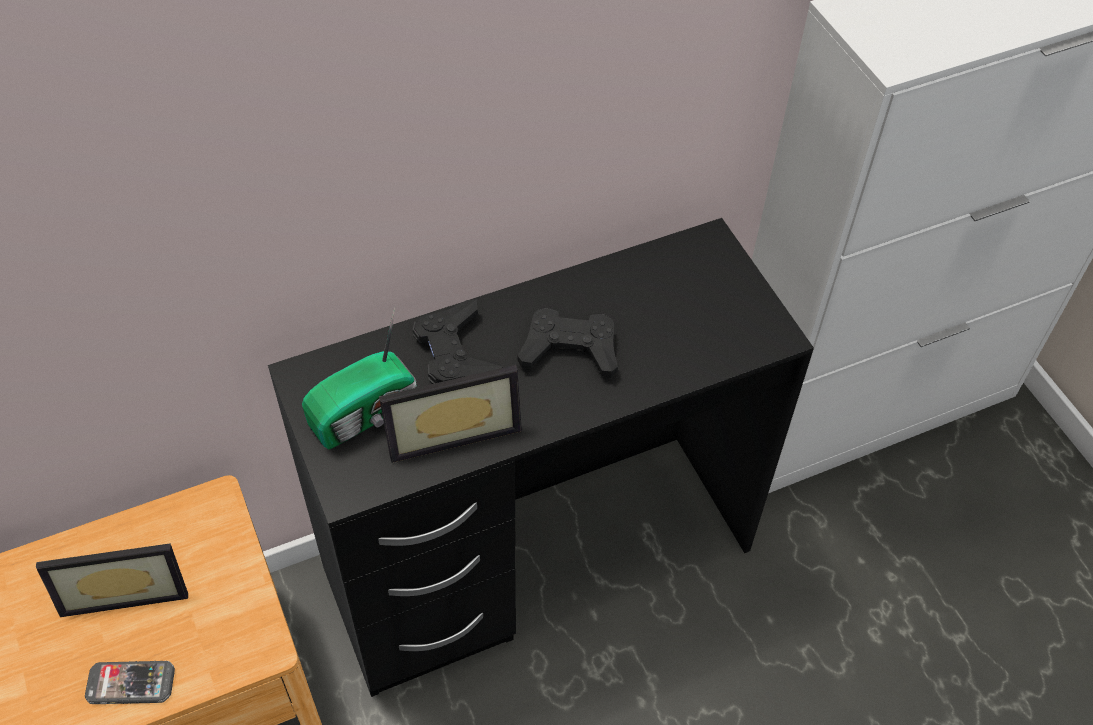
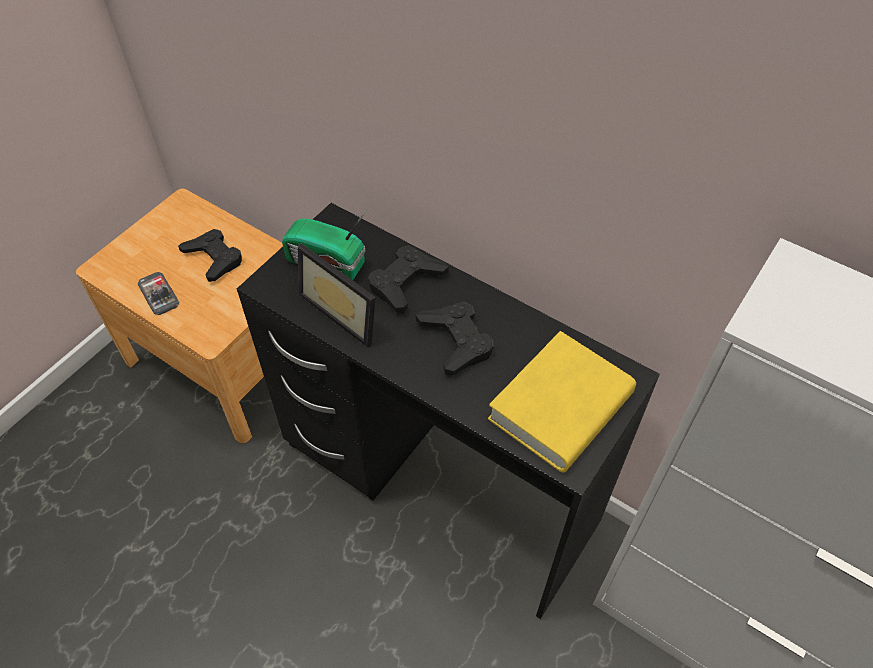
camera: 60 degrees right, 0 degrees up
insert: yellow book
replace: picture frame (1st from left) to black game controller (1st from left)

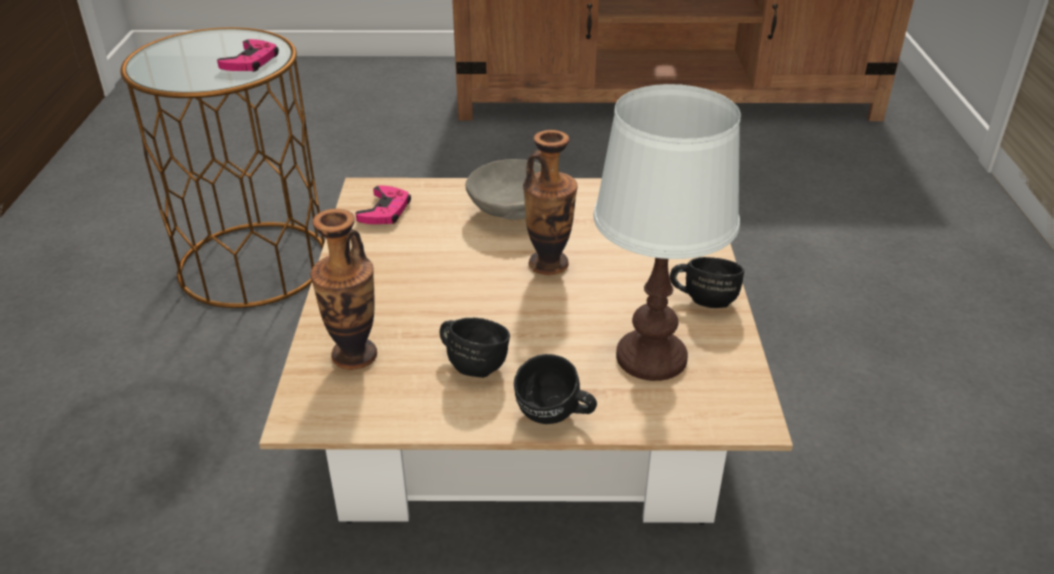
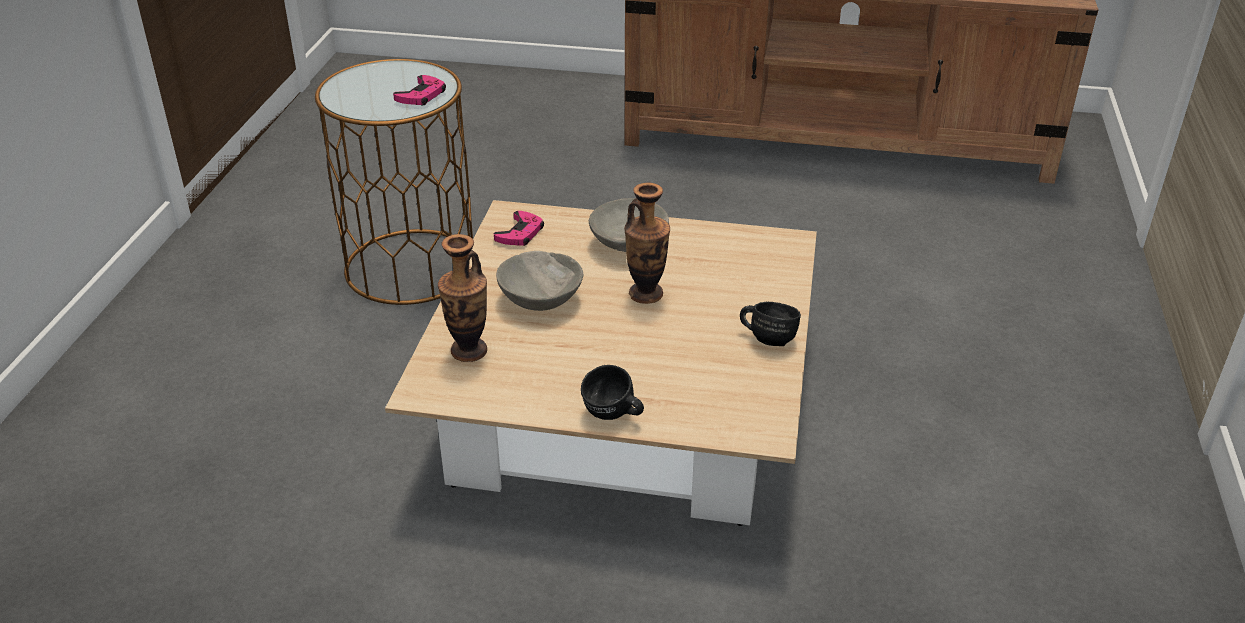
camera: 10 degrees right, 0 degrees up
delete: white table lamp; black mug (1st from left)
insert: grey bowl (1st from left)

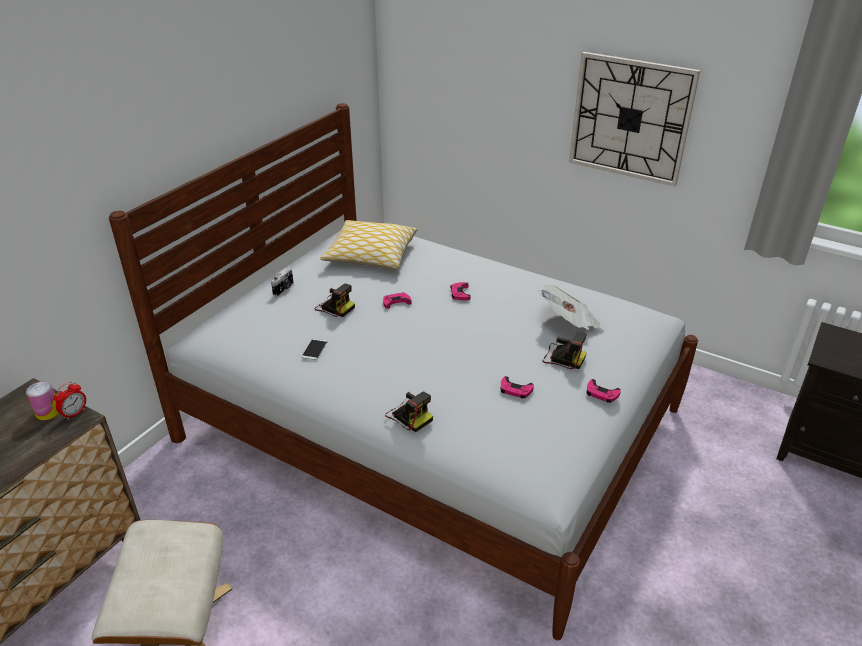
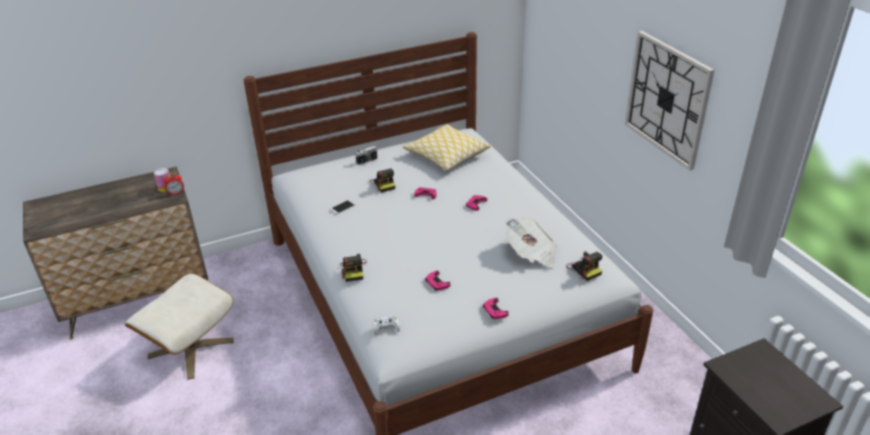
camera: 35 degrees right, 0 degrees up
insert: white game controller
move: photo camera (4th from left)

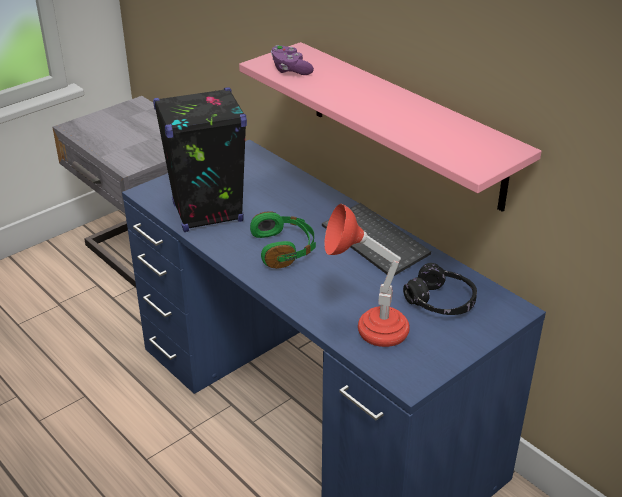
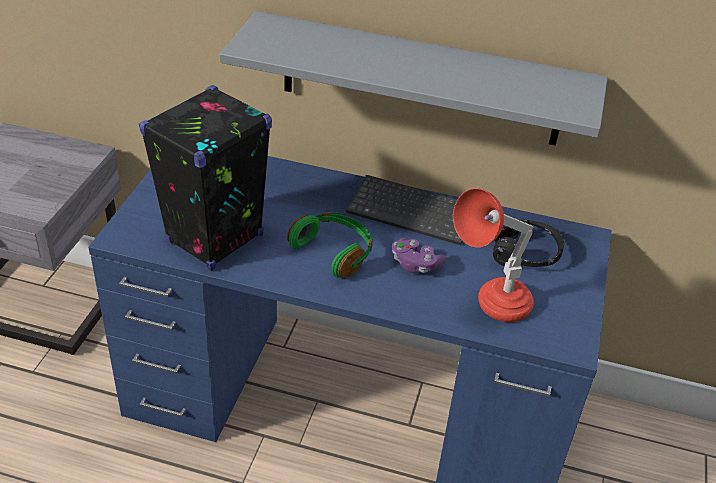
camera: 35 degrees left, 5 degrees up
move: purple game controller
recolor: pink shelf to grey shelf

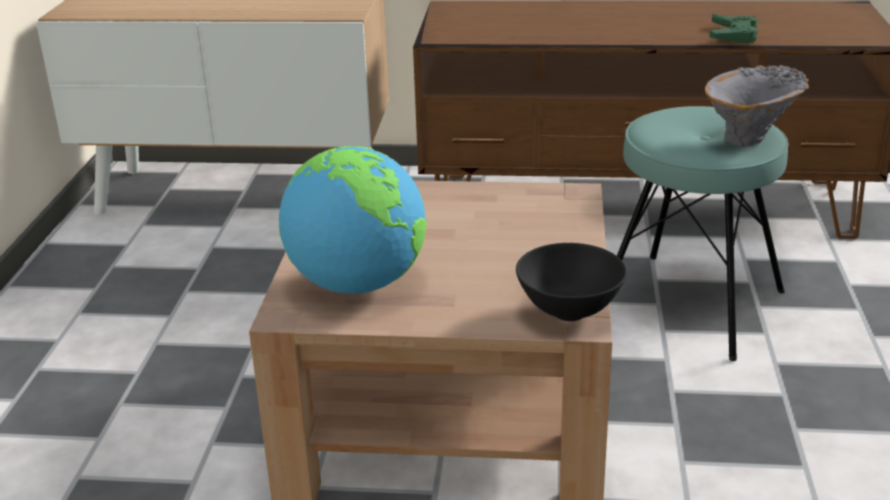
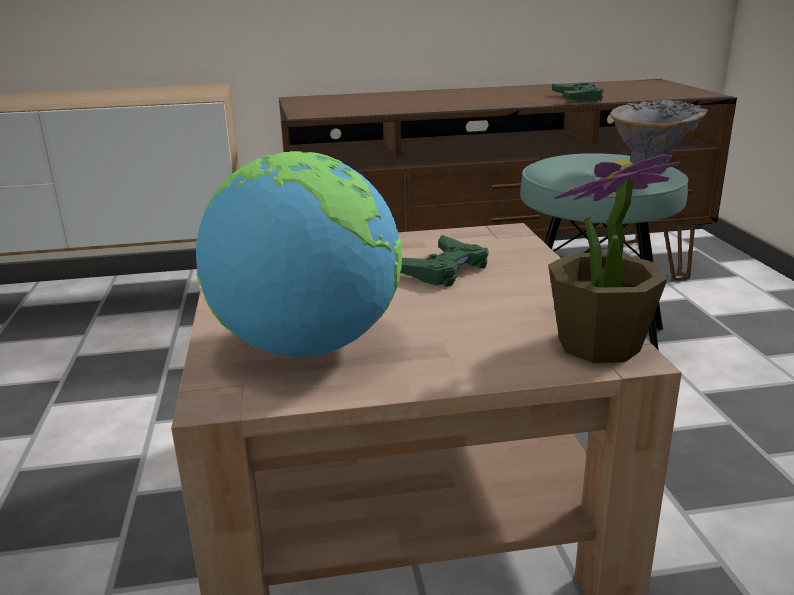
camera: 15 degrees left, 5 degrees down
insert: green game controller (1st from left)
replace: black bowl to potted plant

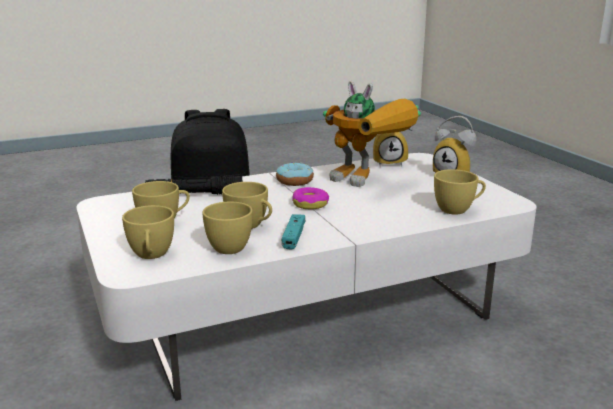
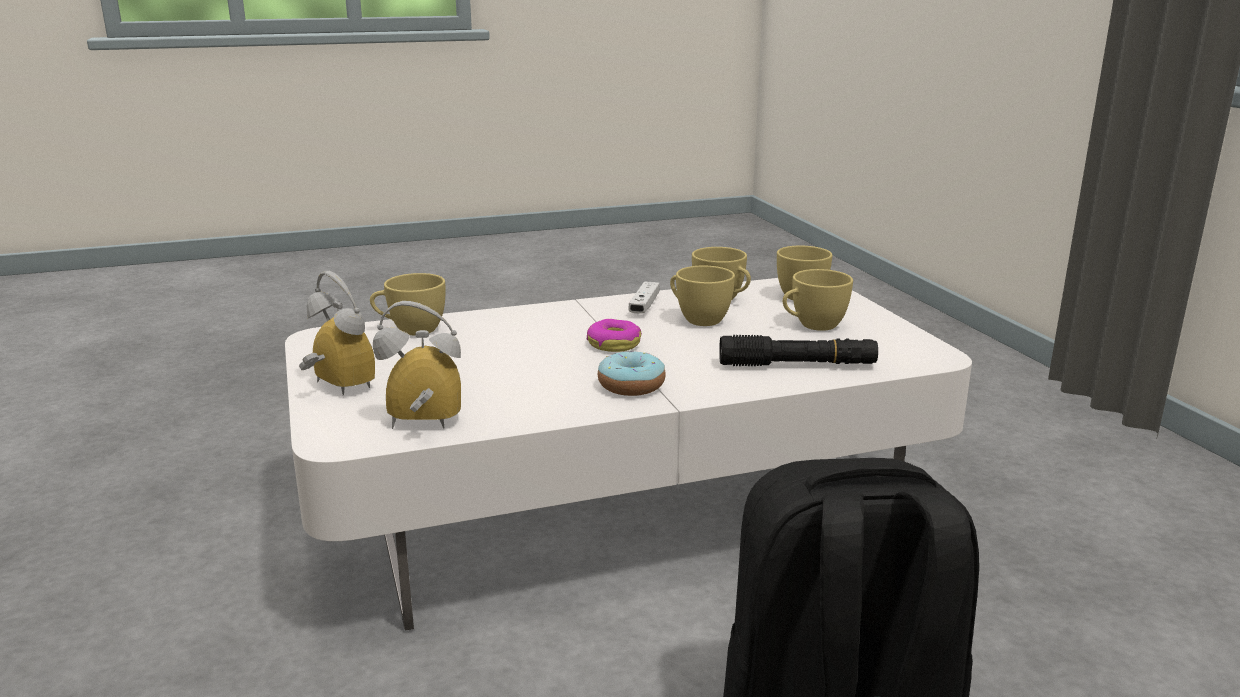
camera: 175 degrees left, 0 degrees up
delete: toy robot
recolor: turquoise game controller to white game controller

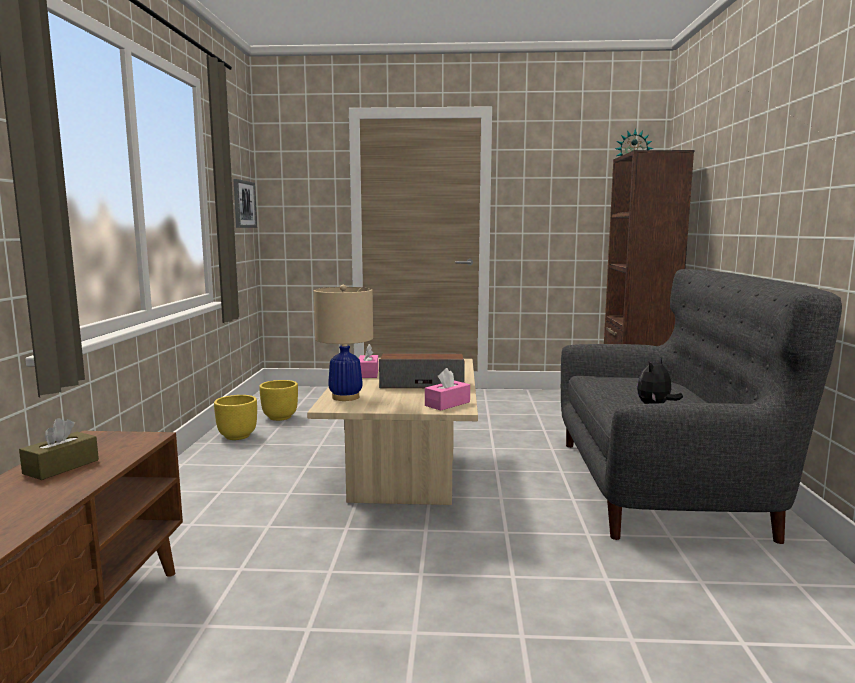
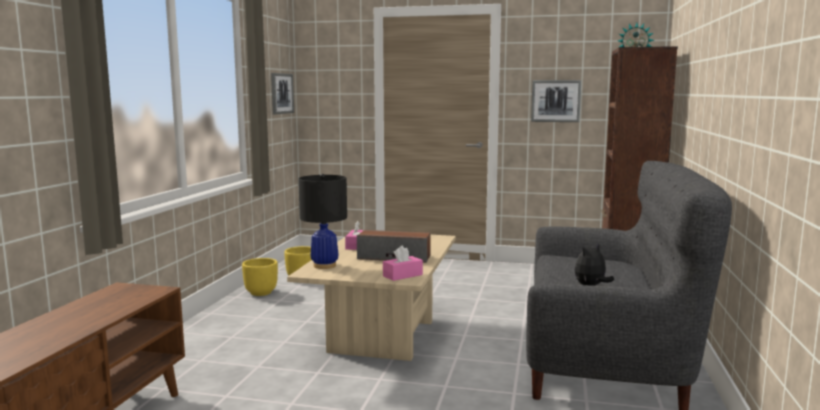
camera: 10 degrees right, 0 degrees up
delete: brown tissue box
insert: picture (2nd from left)
recolor: beige table lamp to black table lamp

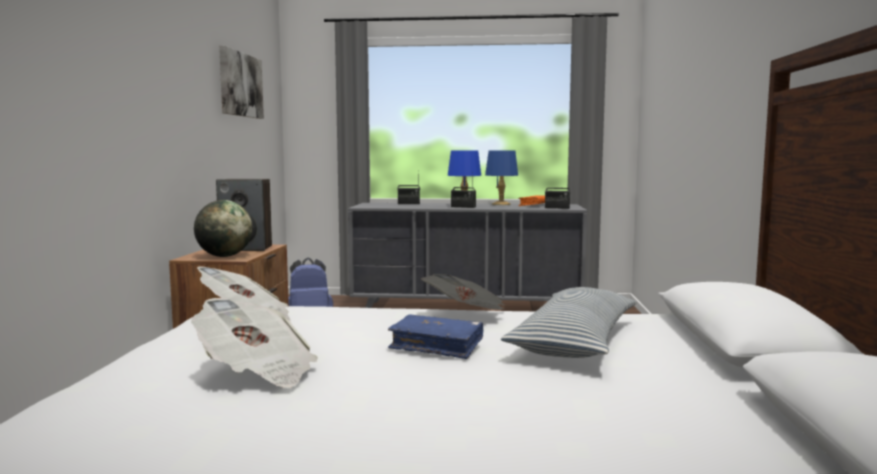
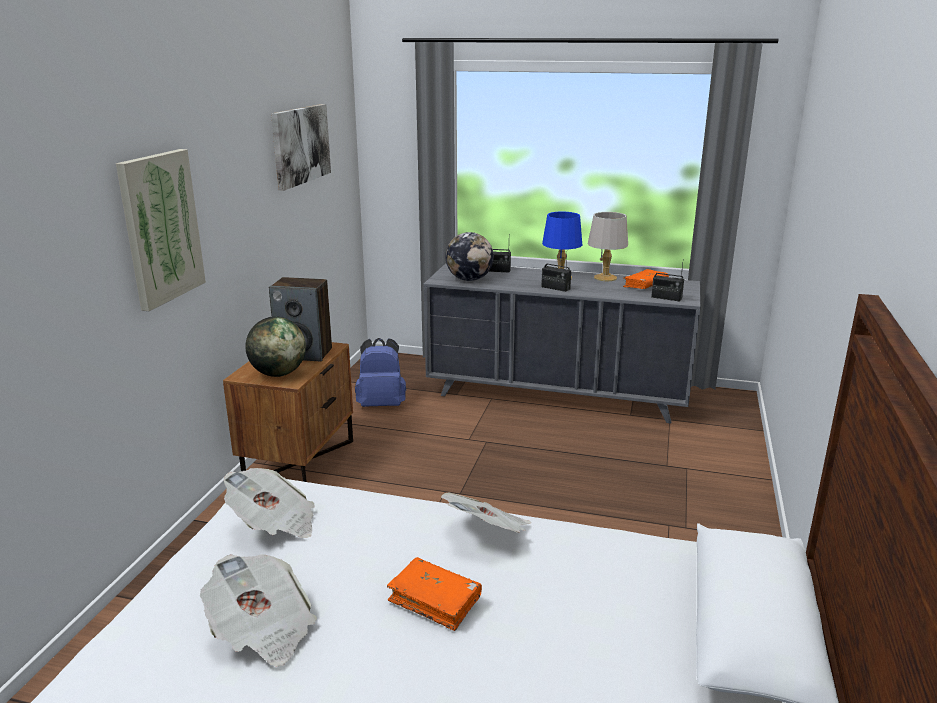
camera: 10 degrees right, 15 degrees up
delete: pillow
insert: picture (1st from left); globe (2nd from left)
recolor: blue table lamp (2nd from left) to grey table lamp; blue book to orange book (1st from left)

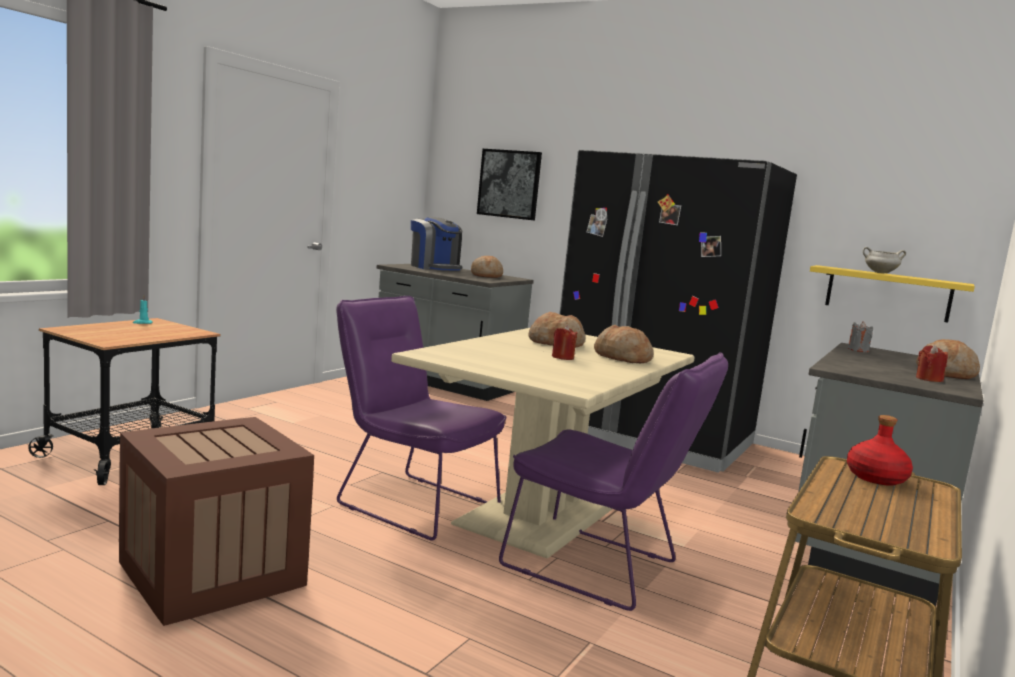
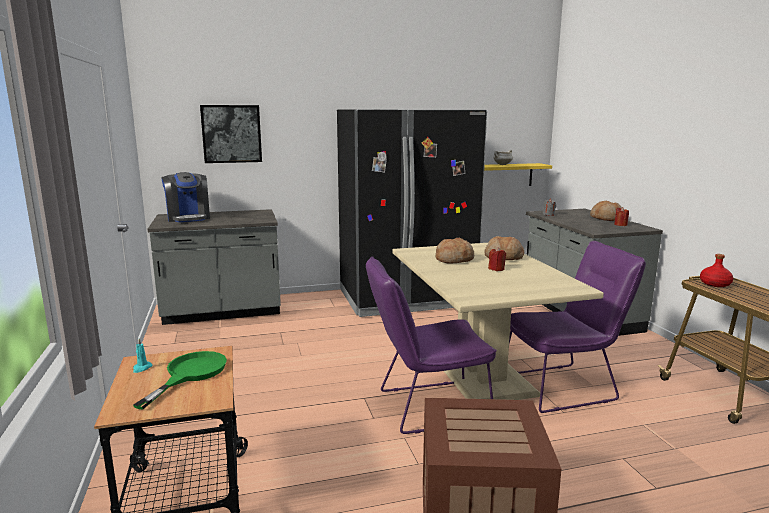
camera: 45 degrees left, 5 degrees up
delete: bread (1st from left)
insert: green frying pan
rotate: coffee machine 60 degrees clockwise

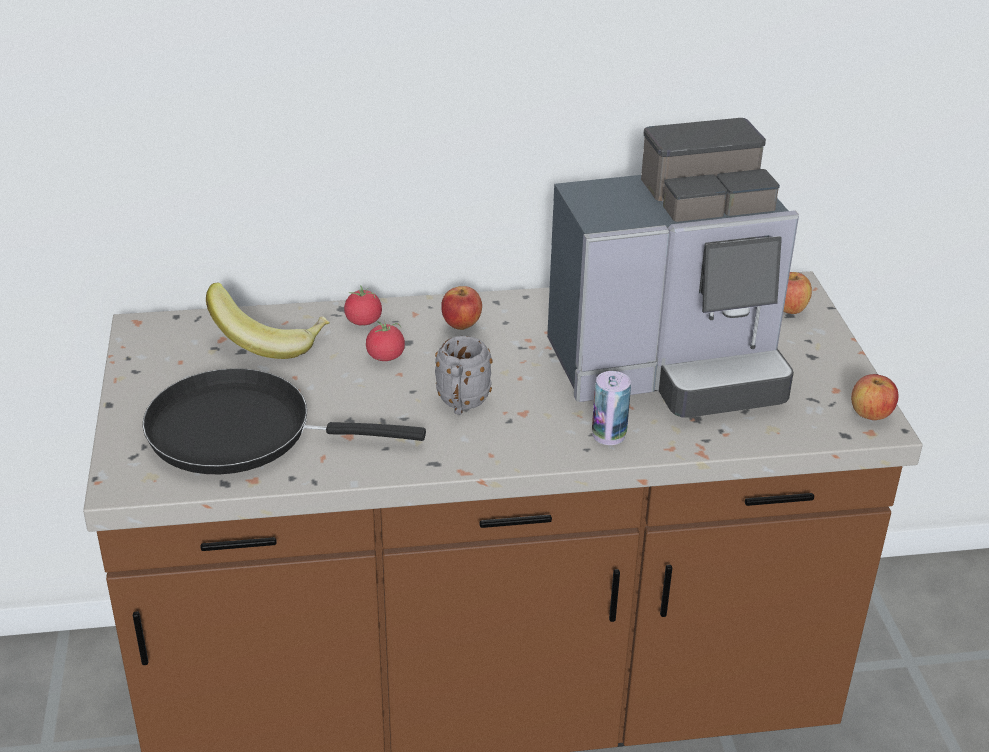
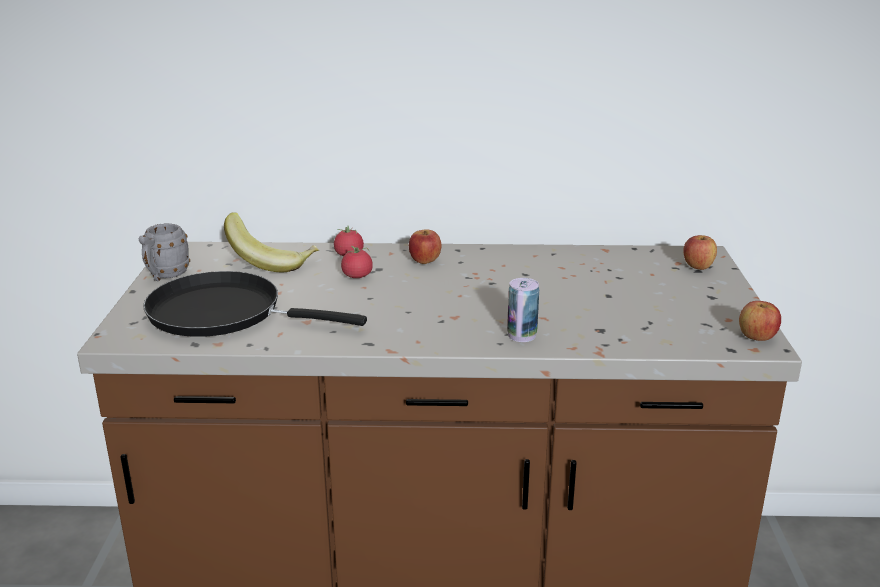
camera: 10 degrees right, 10 degrees down
delete: coffee machine
move: grey mug

